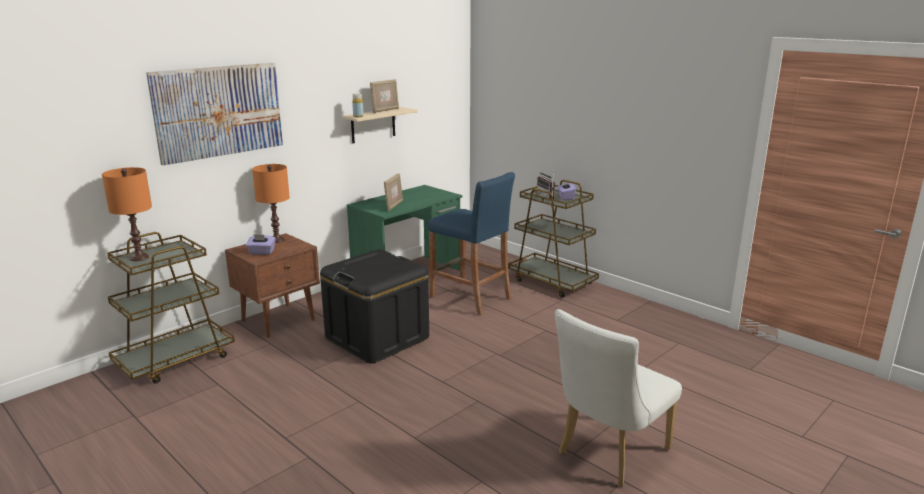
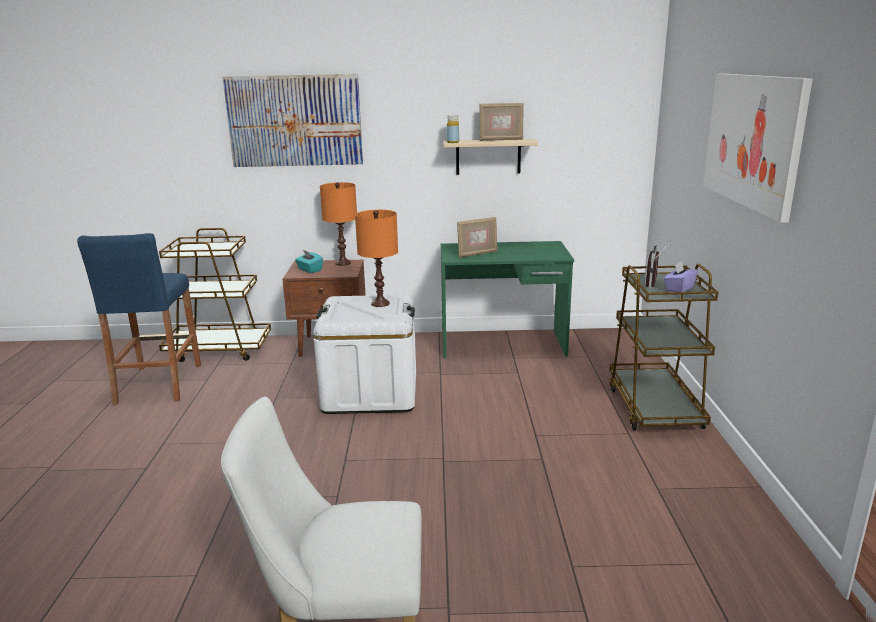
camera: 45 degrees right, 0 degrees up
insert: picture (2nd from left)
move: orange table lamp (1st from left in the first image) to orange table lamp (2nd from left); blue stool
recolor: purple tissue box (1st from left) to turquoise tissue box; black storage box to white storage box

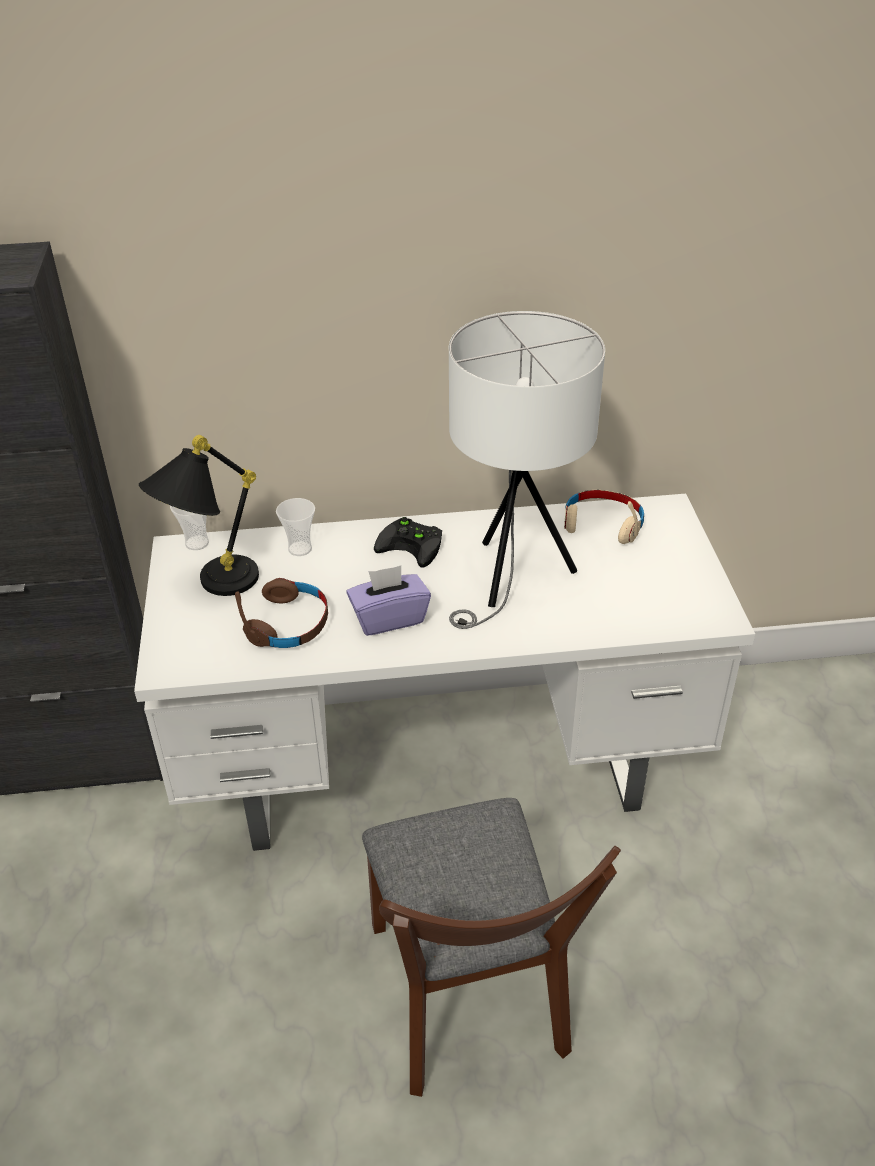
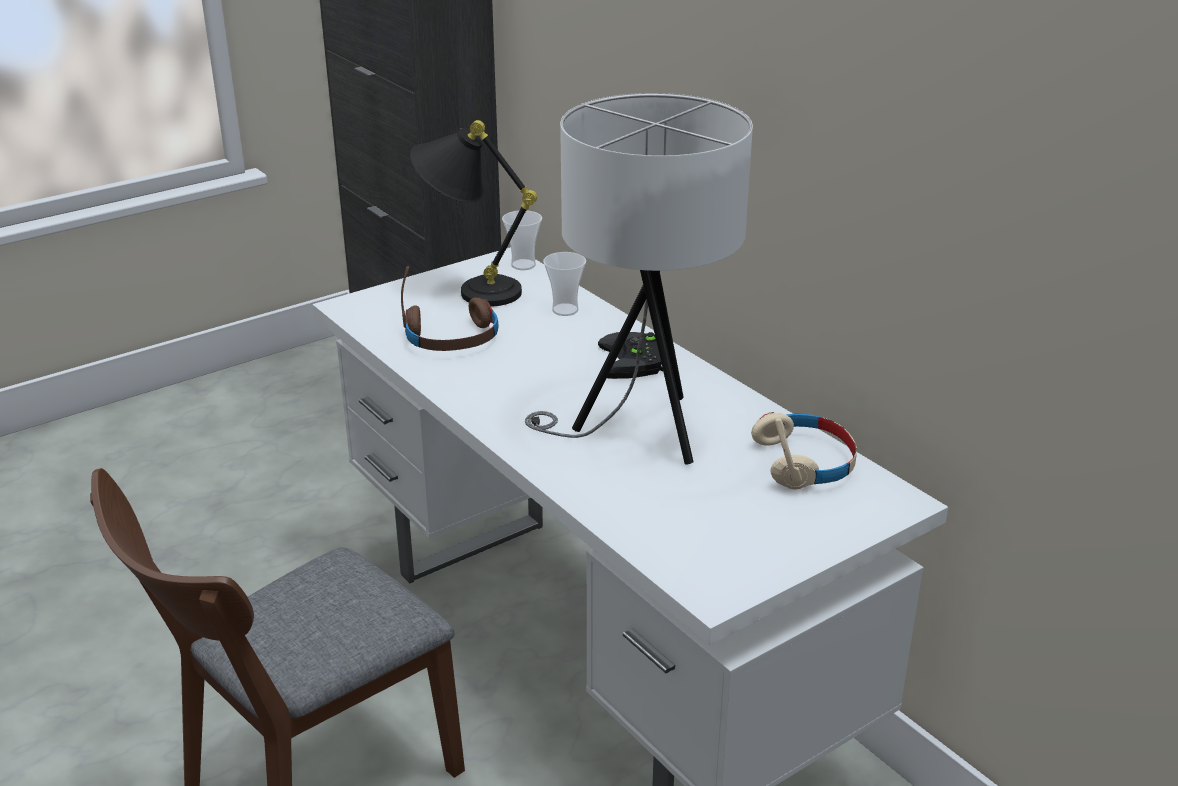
camera: 60 degrees right, 10 degrees down
delete: purple tissue box

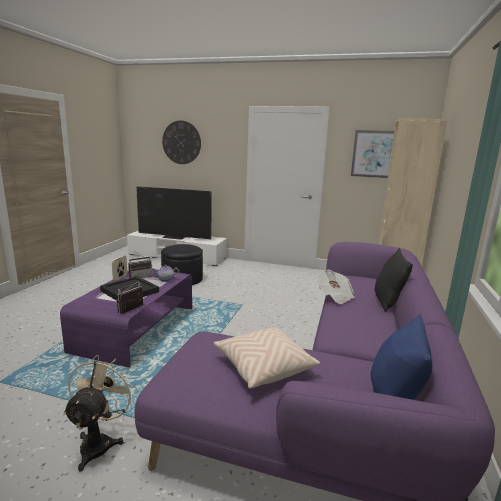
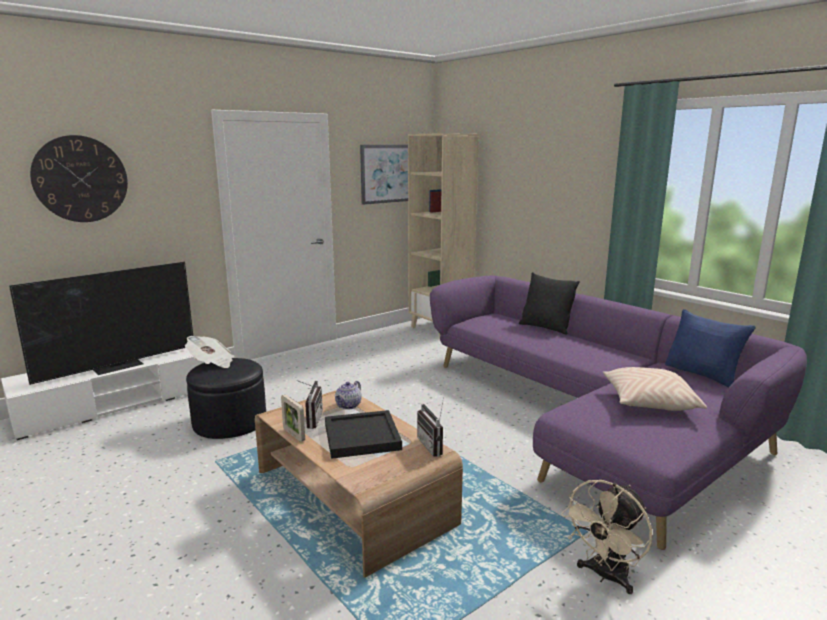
camera: 55 degrees left, 0 degrees up
move: newspaper
recolor: purple coffee table to brown coffee table
rotate: beige fan 90 degrees counterclockwise

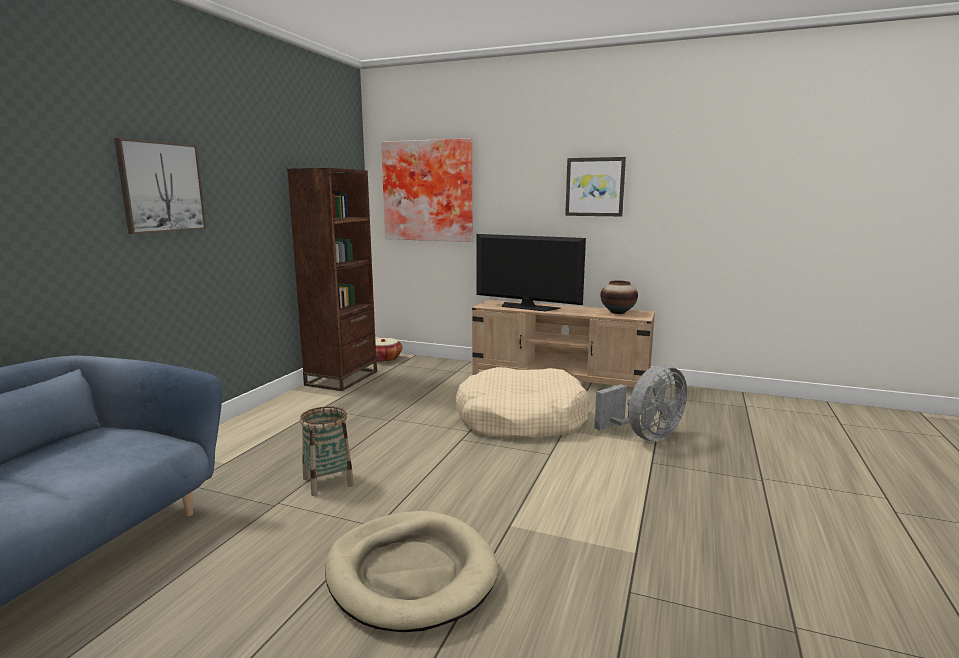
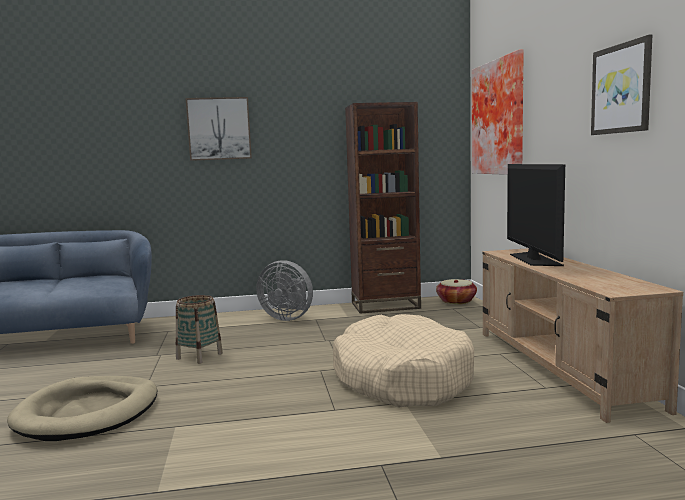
camera: 60 degrees right, 5 degrees down
delete: vase
move: grey fan

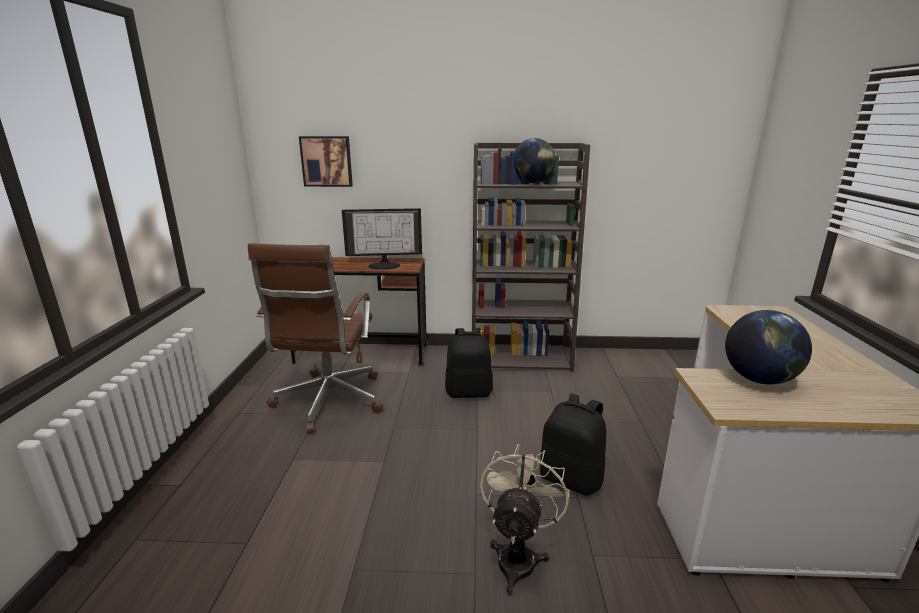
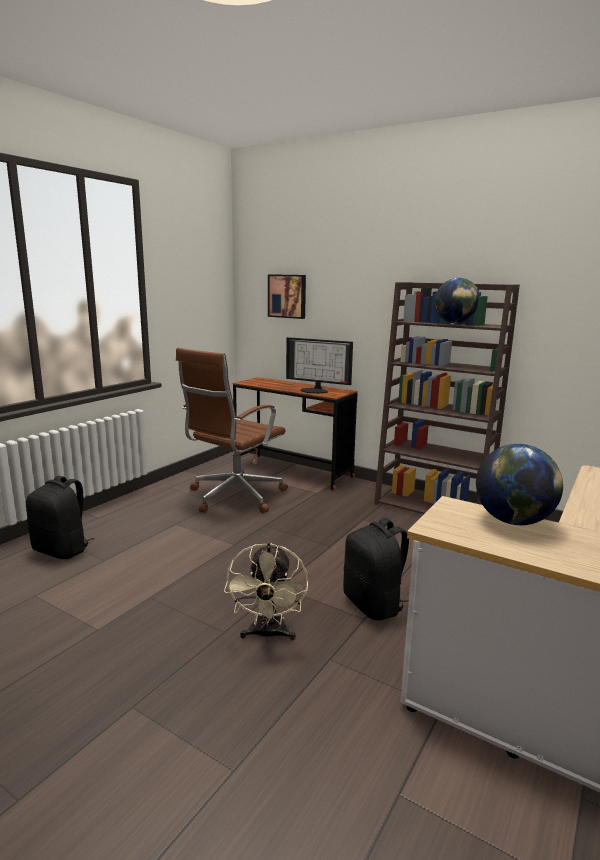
camera: 30 degrees right, 5 degrees down
move: black backpack (1st from left)
rotate: beige fan 135 degrees clockwise

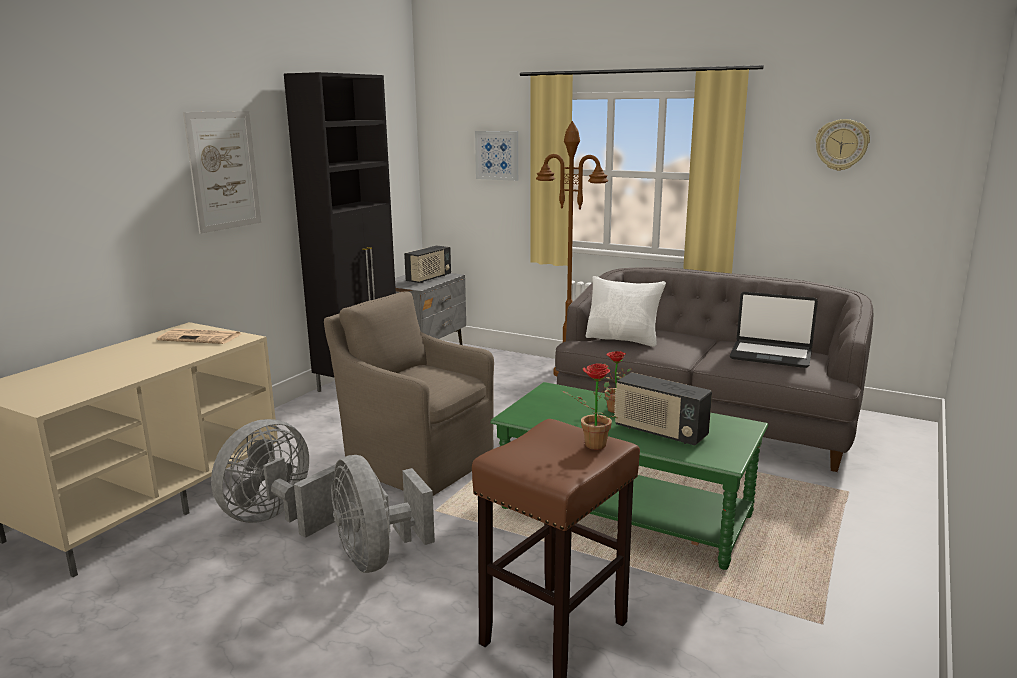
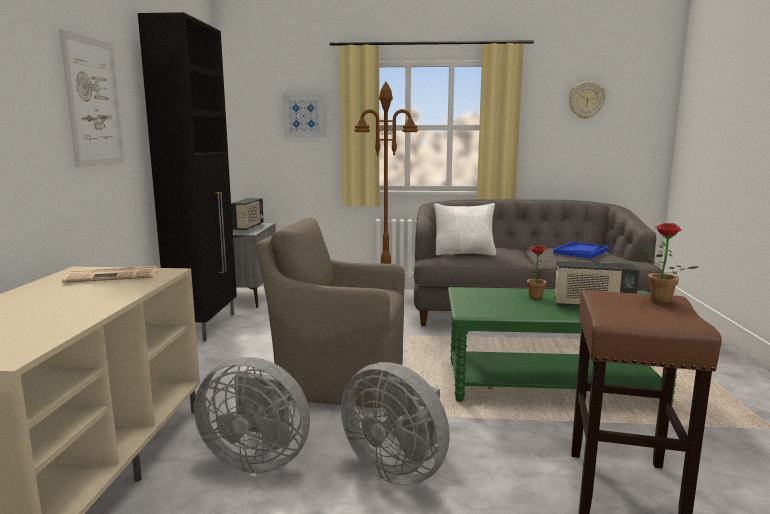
camera: 25 degrees left, 5 degrees down
replace: laptop to blue tray
rotate: grey fan (1st from left) 90 degrees counterclockwise

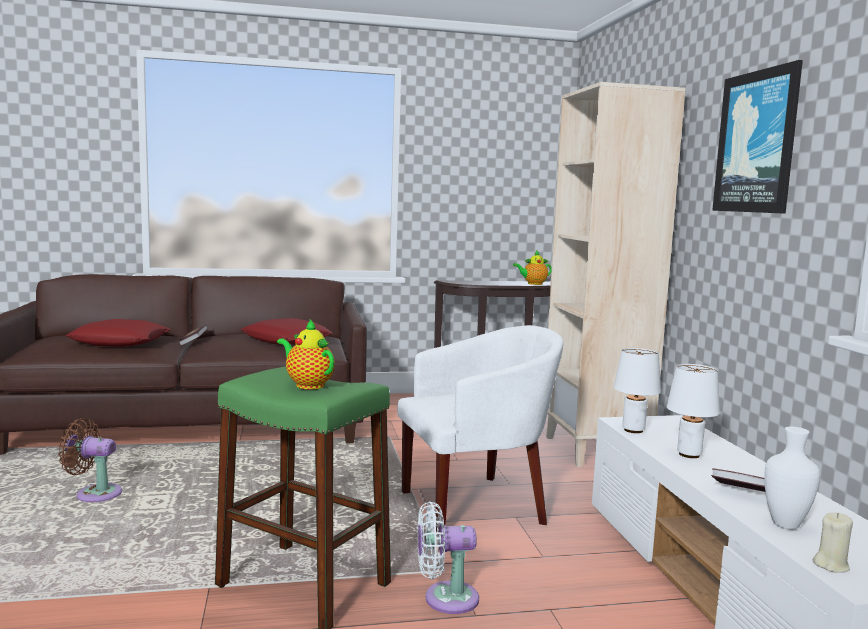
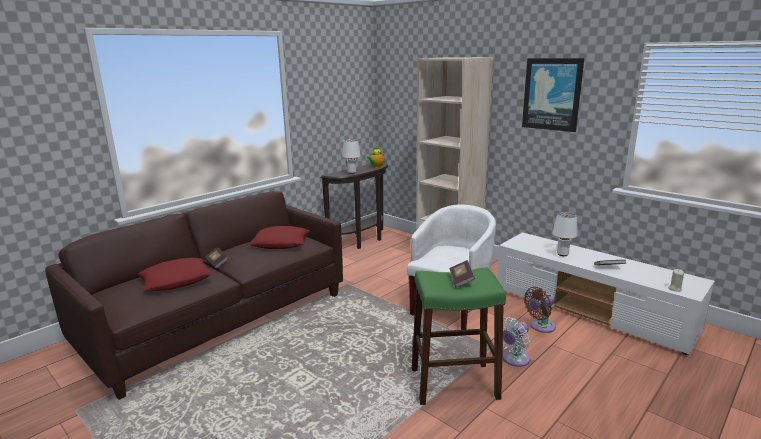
camera: 35 degrees left, 10 degrees up
delete: white vase
move: white table lamp (1st from left); brown fan
replace: teapot (1st from left) to book (2nd from left)

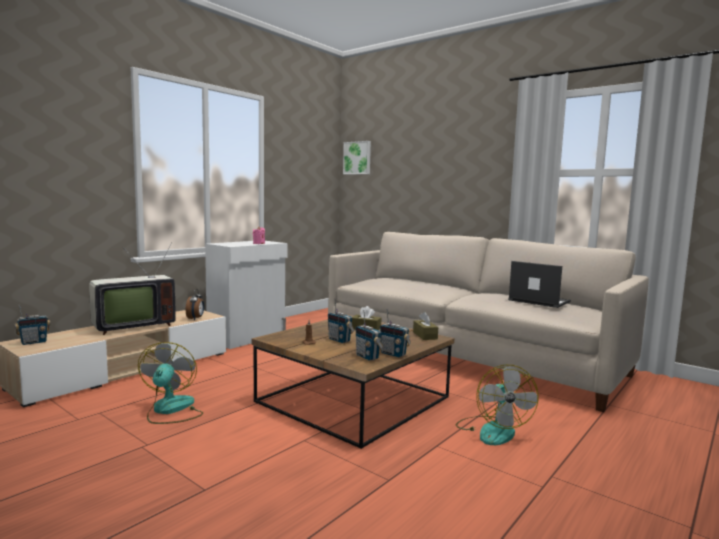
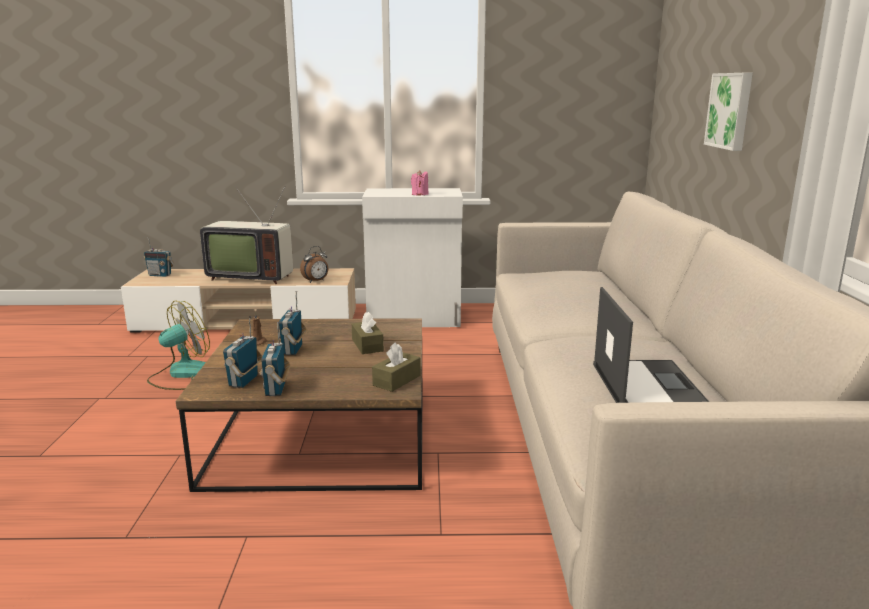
camera: 50 degrees right, 10 degrees up
delete: fan (2nd from left)
move: picture

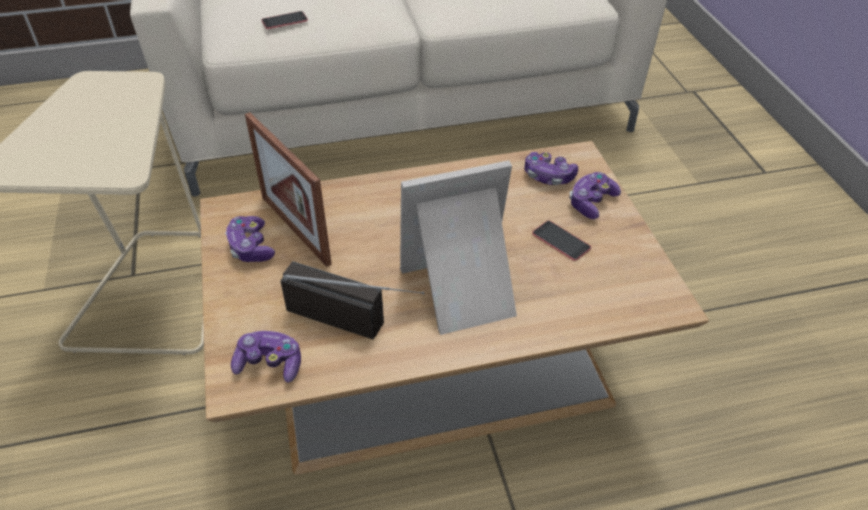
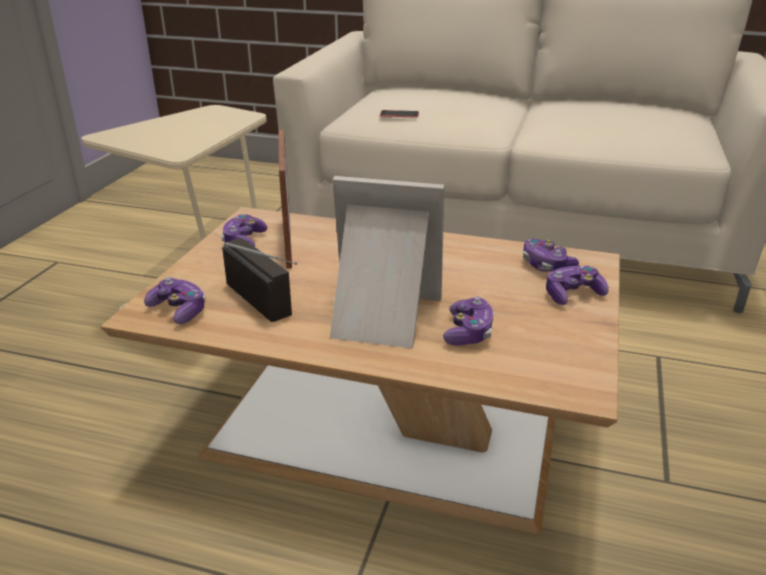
camera: 30 degrees right, 15 degrees down
delete: phone (2nd from left)
insert: game controller (3rd from left)

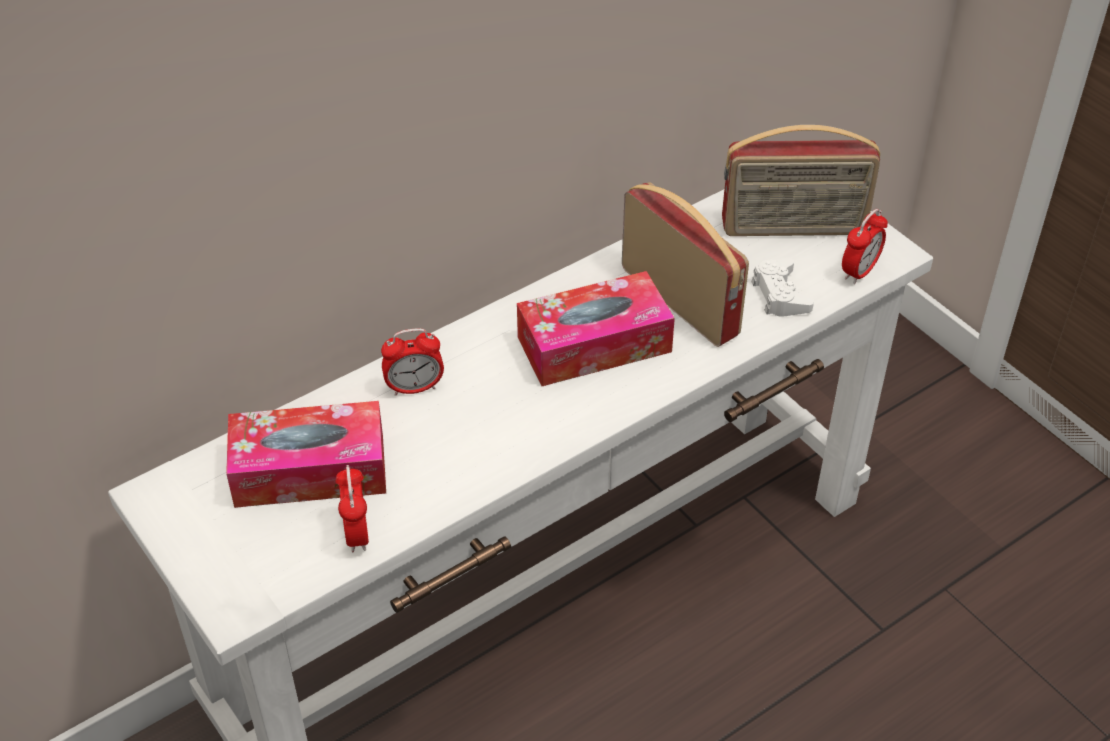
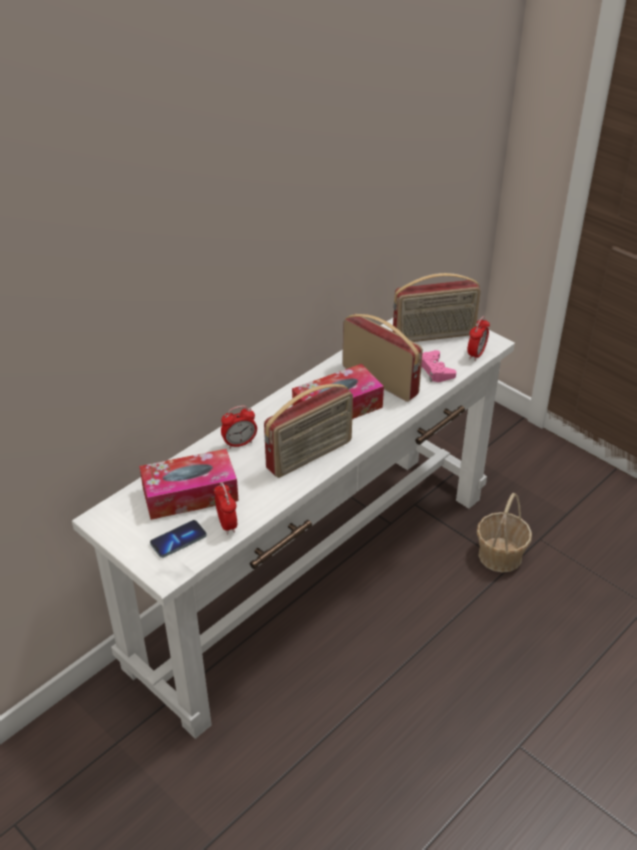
camera: 10 degrees left, 5 degrees down
insert: radio (1st from left); basket; phone
recolor: white game controller to pink game controller

